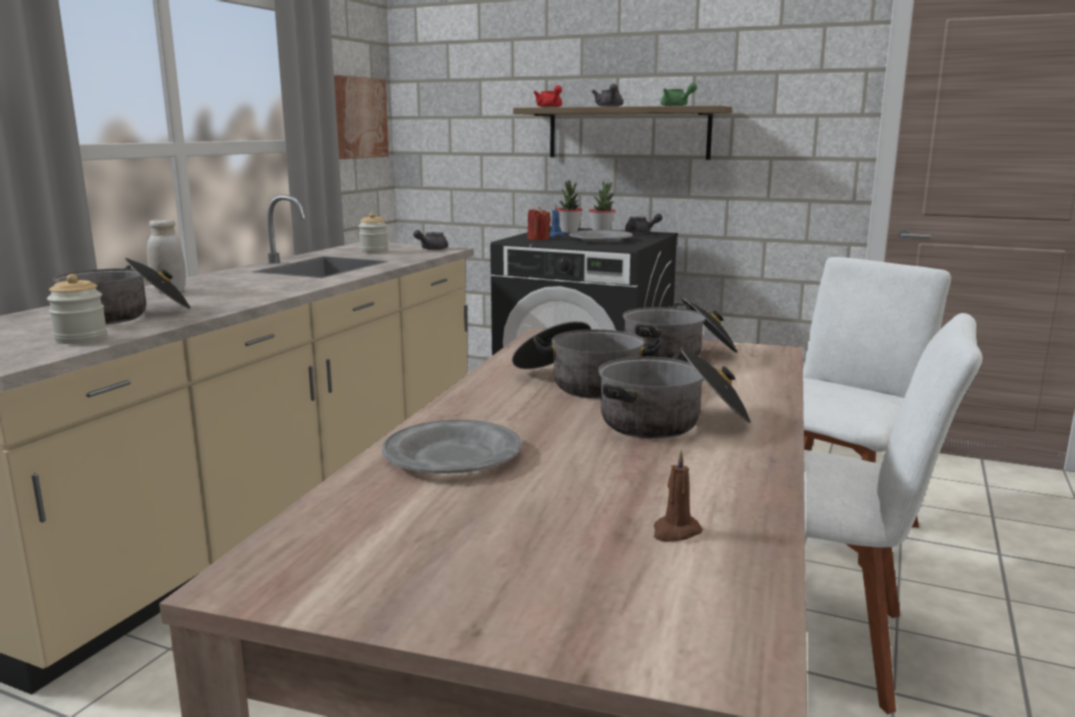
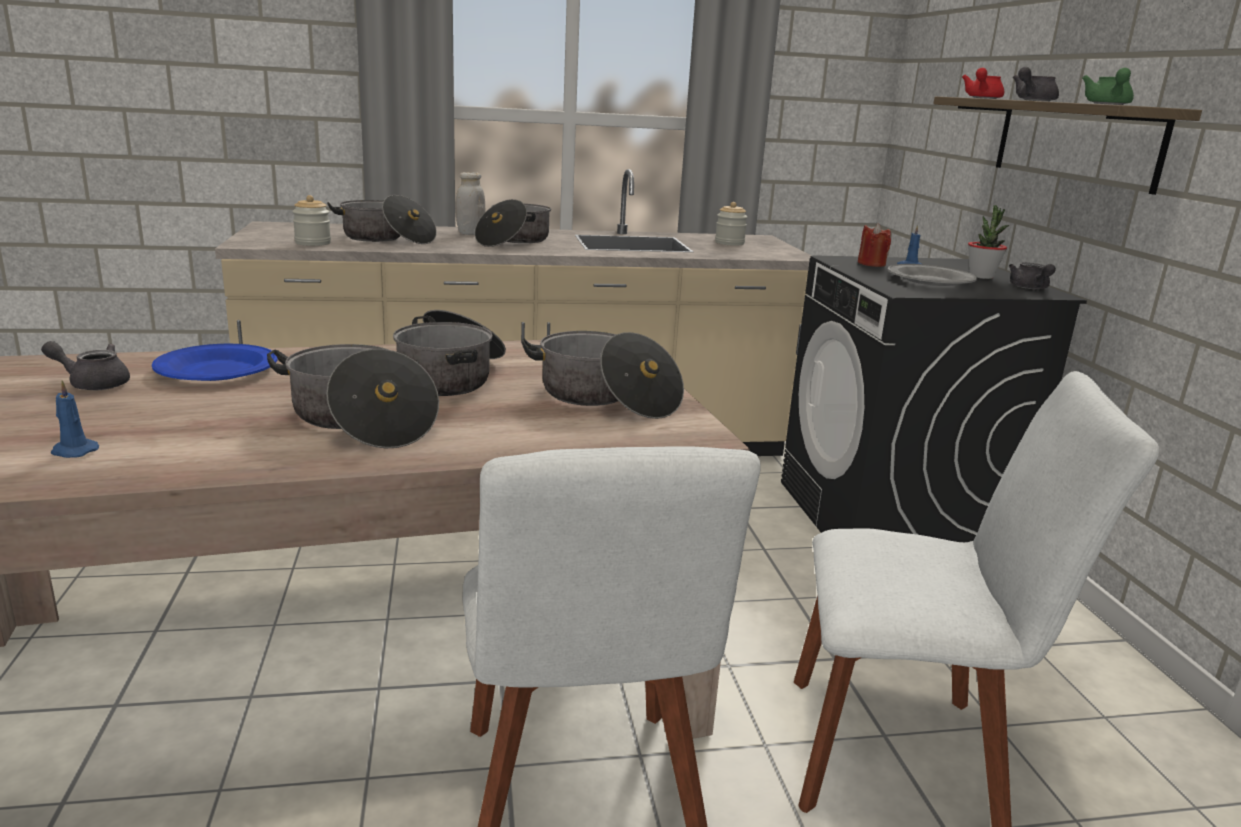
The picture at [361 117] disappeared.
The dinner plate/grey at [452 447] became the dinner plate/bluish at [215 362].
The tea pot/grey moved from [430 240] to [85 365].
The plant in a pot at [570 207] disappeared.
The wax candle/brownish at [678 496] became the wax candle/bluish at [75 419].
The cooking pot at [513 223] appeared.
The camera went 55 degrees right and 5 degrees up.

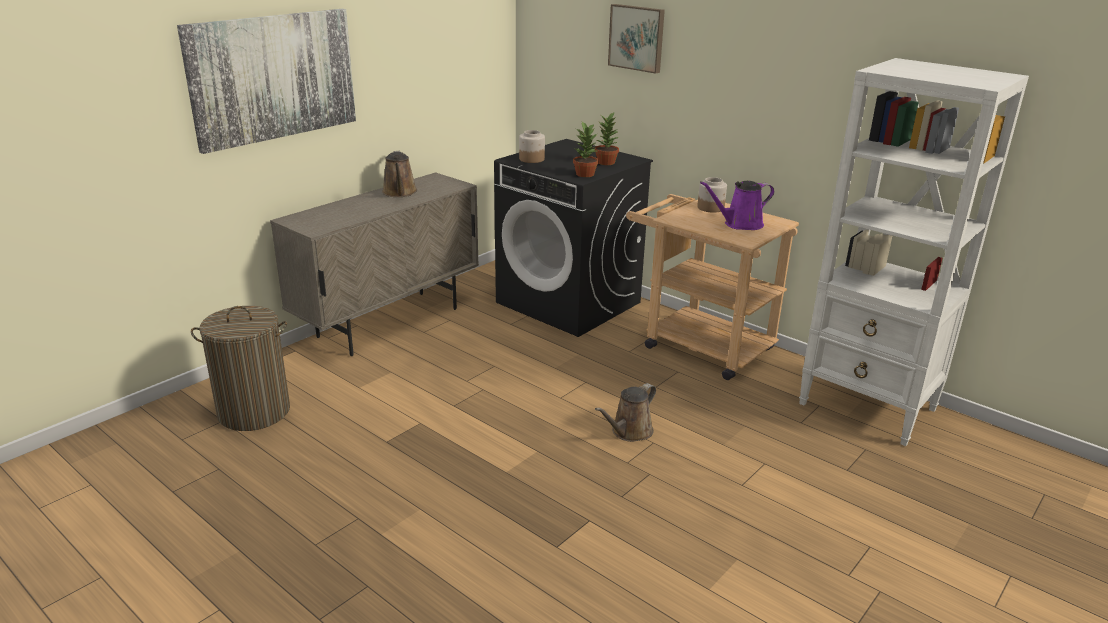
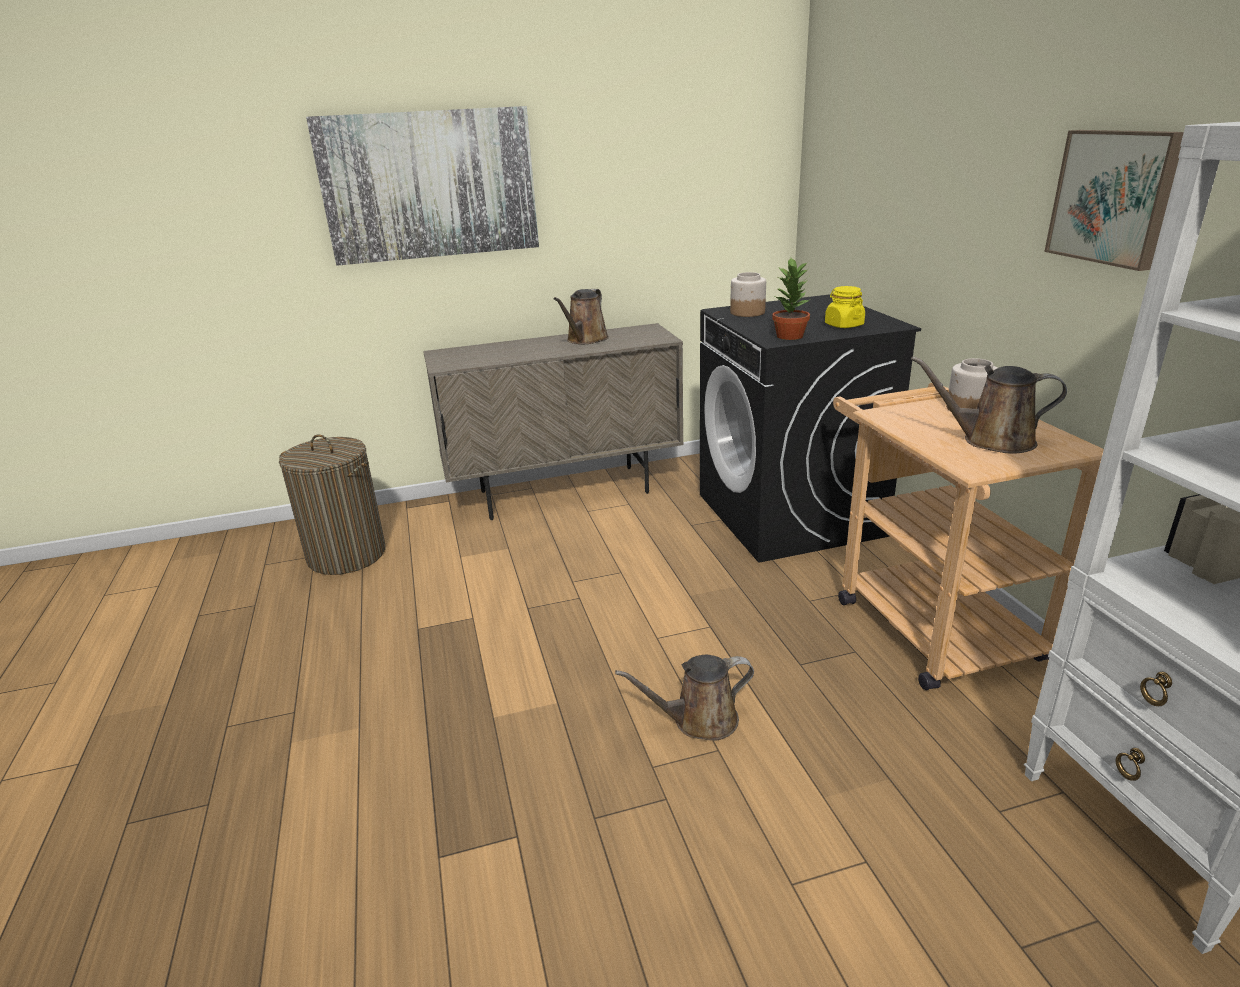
The plant in a pot at [607 139] was replaced by the preserve jar/yellow-coloured at [845 307].
The picture moved from [636 39] to [1114 200].
The watering can/purple at [737 205] became the watering can/brownish at [989 405].
The camera went 35 degrees right and 0 degrees up.

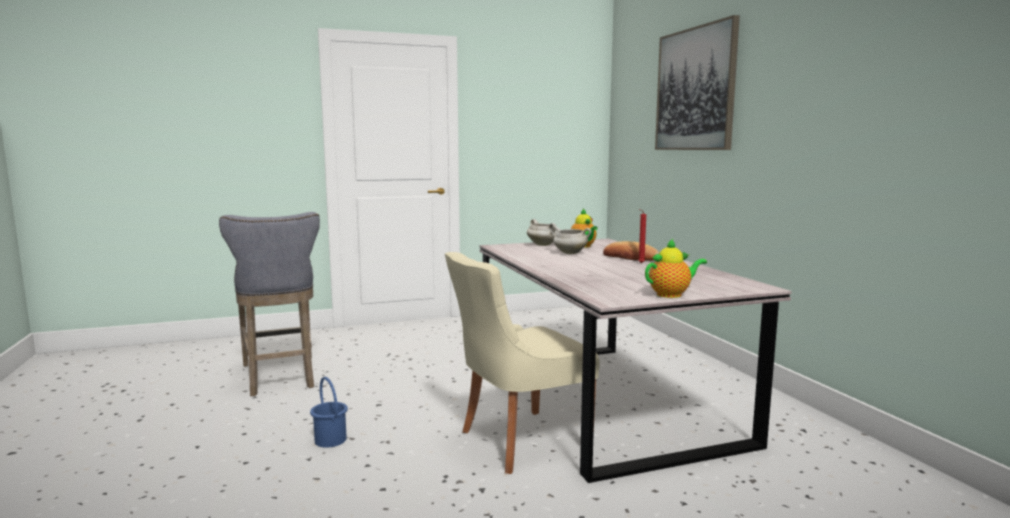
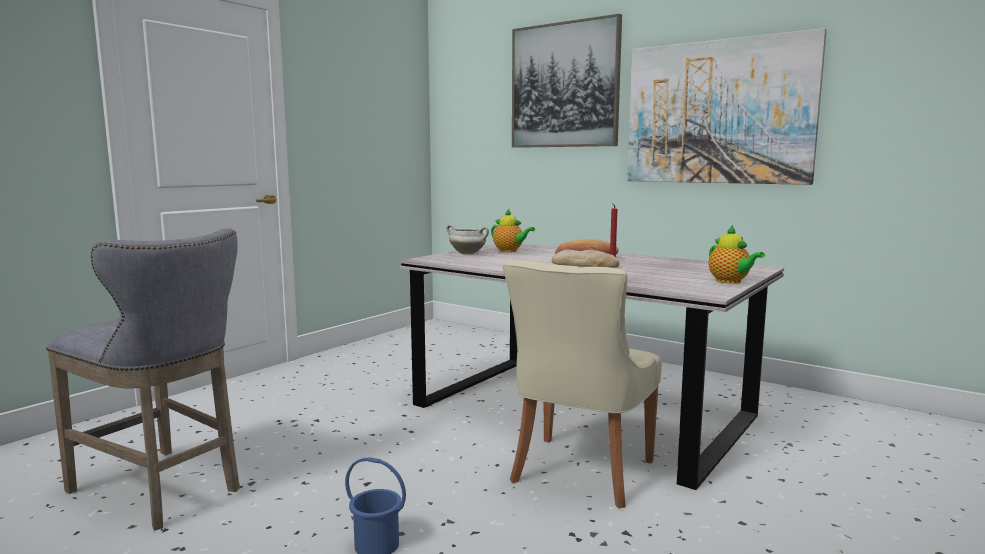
The cooking pot/whitish at [571 240] disappeared.
The tea pot at [676 268] turned 120 degrees clockwise.
The bread at [585 259] appeared.
The picture at [727 106] appeared.
The camera went 35 degrees left and 0 degrees up.

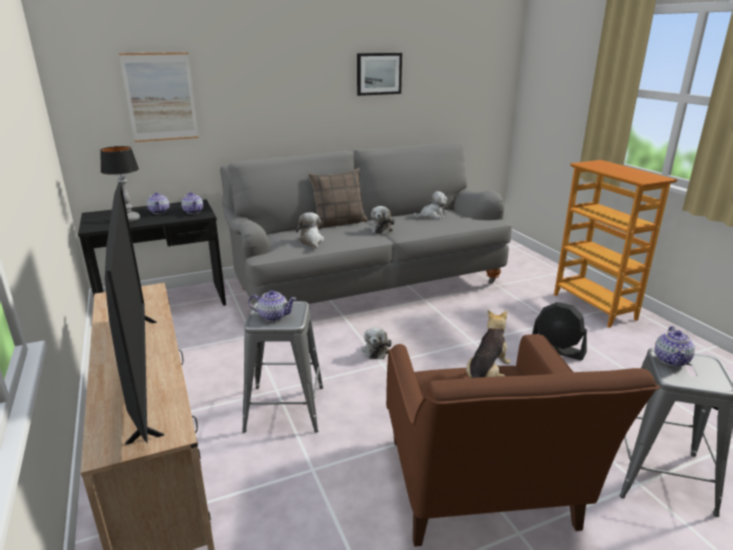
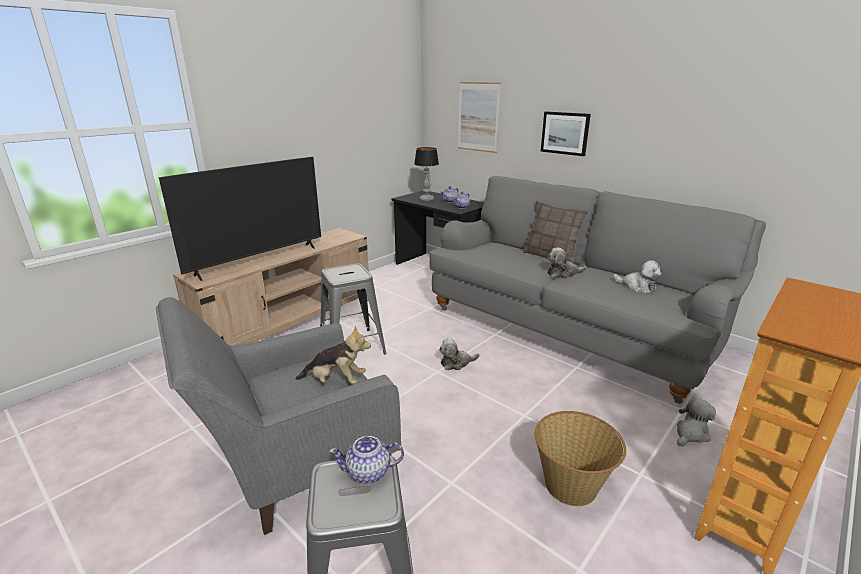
The tea pot at [272 305] disappeared.
The plush toy moved from [310 230] to [696 422].
The picture moved from [379 74] to [566 133].
The armchair/brownish at [523 440] became the armchair/grey at [278 416].
The cooling fan/blackish at [559 331] was replaced by the household basket at [580 458].
The camera went 65 degrees right and 0 degrees up.

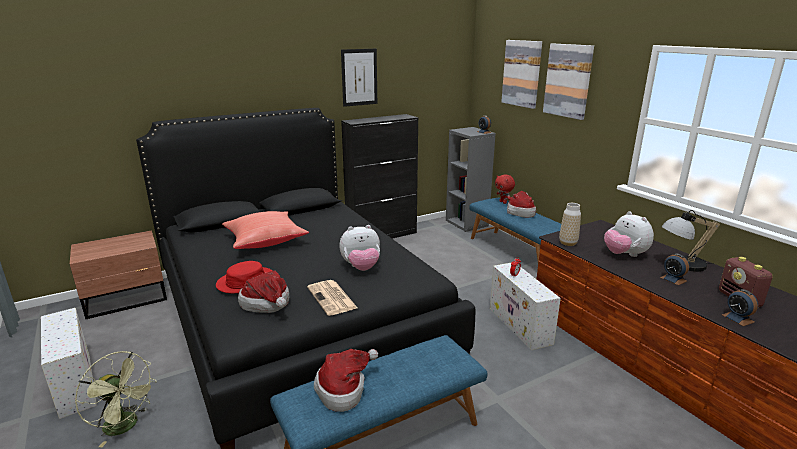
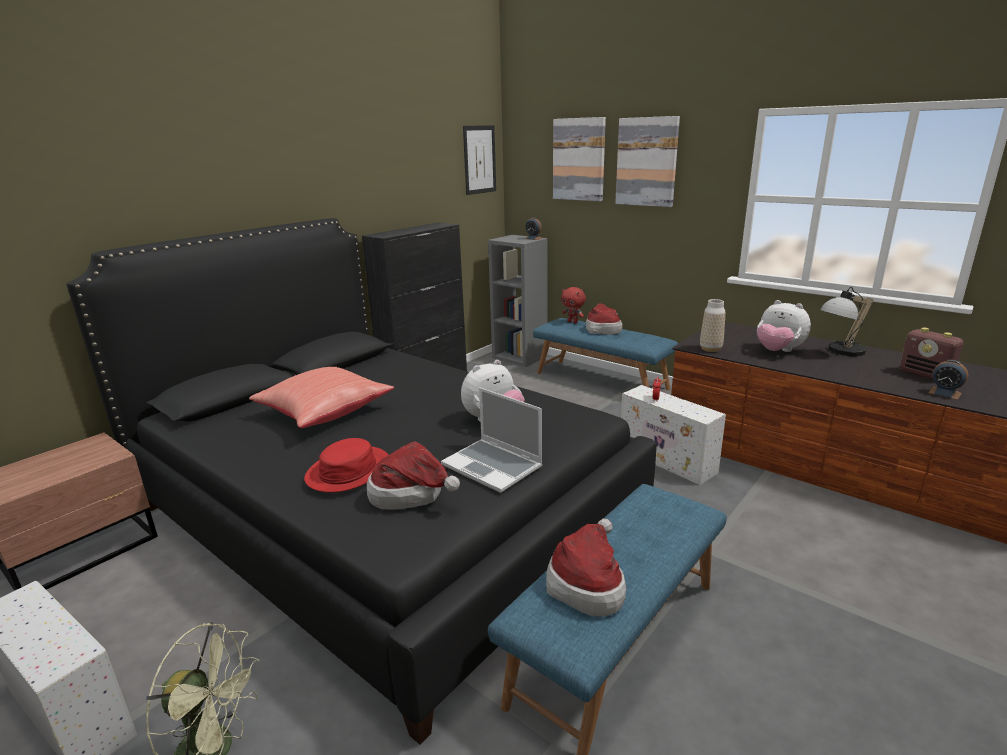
The newspaper at [332 298] was replaced by the laptop at [491 440].
The picture moved from [359 78] to [479 160].
The bedside clock at [674 269] disappeared.
The camera went 20 degrees left and 0 degrees up.

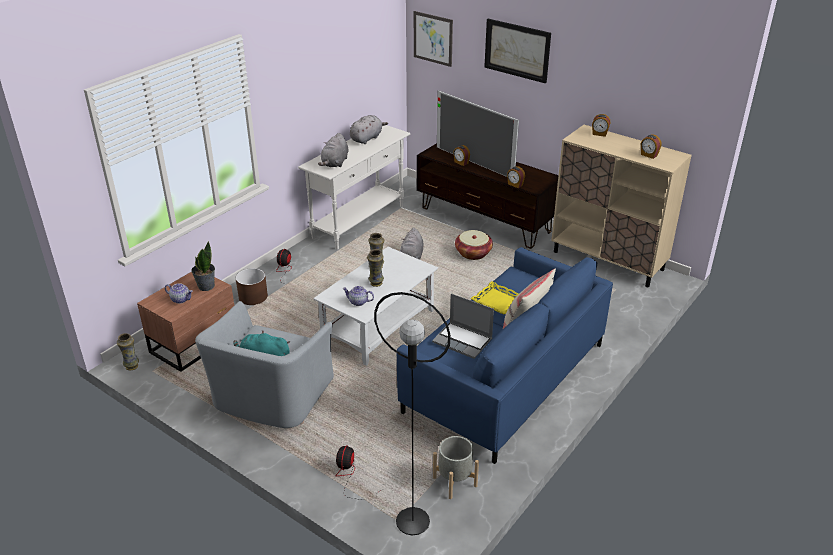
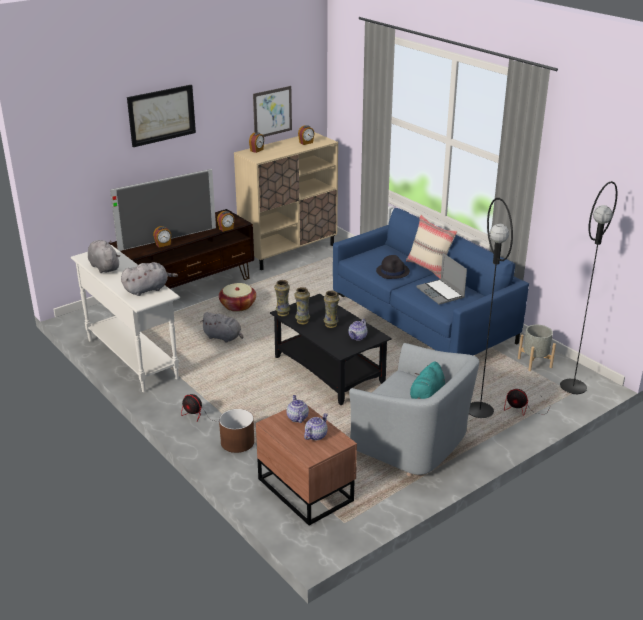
The decorative vase moved from [128 351] to [282 298].
The plant in a pot at [203 266] was replaced by the tea pot at [297 409].
The low table/whitish at [375 306] became the low table/blackish at [330 349].
The plush toy/grey at [333 150] turned 60 degrees counterclockwise.
The picture moved from [433 39] to [272 111].
The laptop at [463 326] turned 105 degrees clockwise.
The carrying tray/yellow-coloured at [494 297] was replaced by the clothing hat/blackish at [393 267].
The standing lamp/blackish at [491 308] appeared.
The camera went 75 degrees left and 5 degrees down.

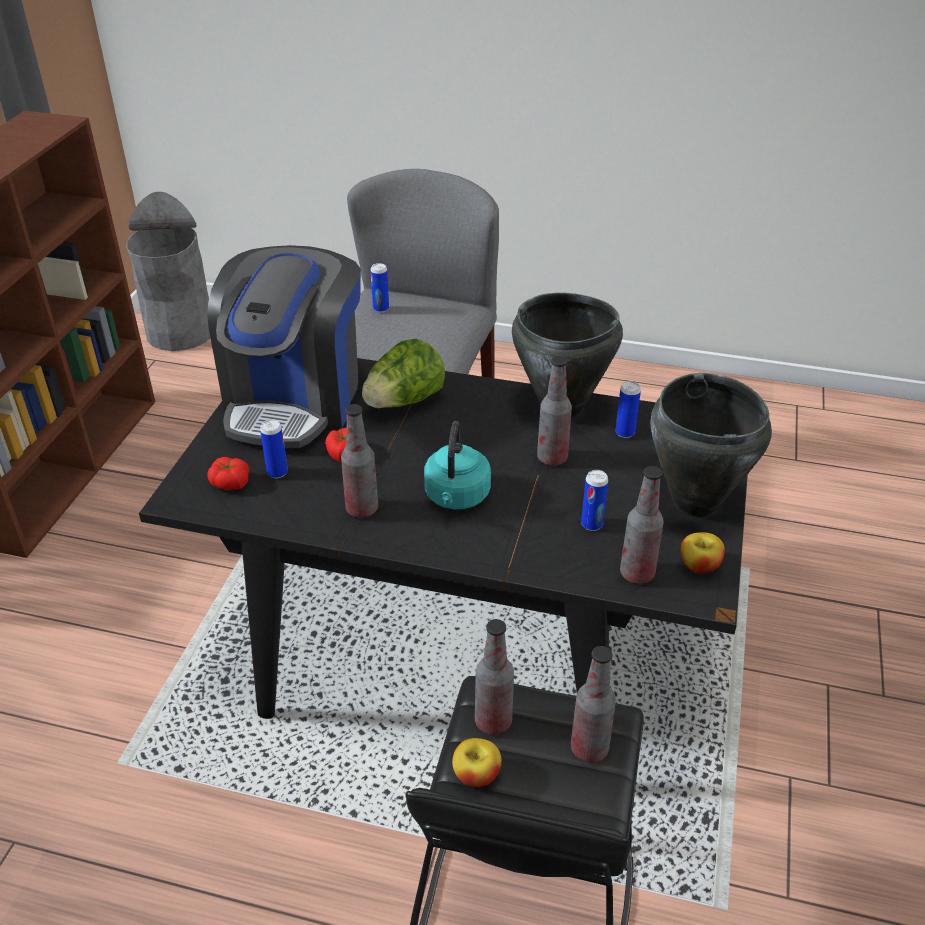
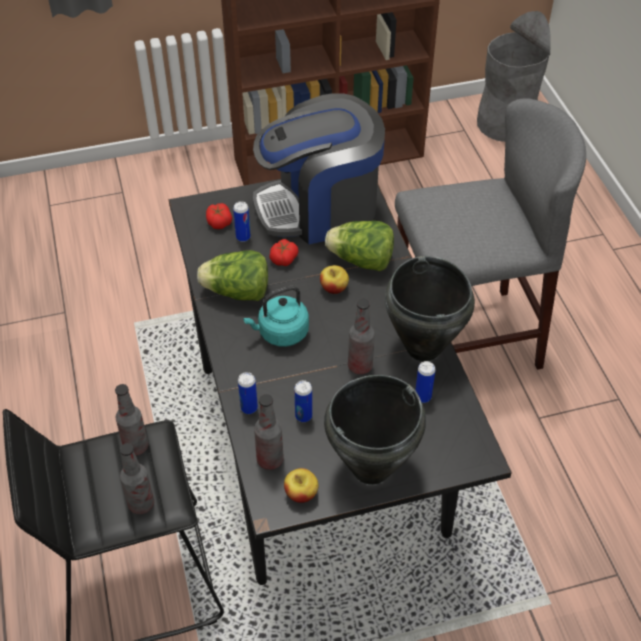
The bottle at [359 461] was replaced by the lettuce at [232 275].
The metal can moved from [379 288] to [248 393].
The apple fruit moved from [477 762] to [334 279].
The camera went 60 degrees right and 10 degrees up.

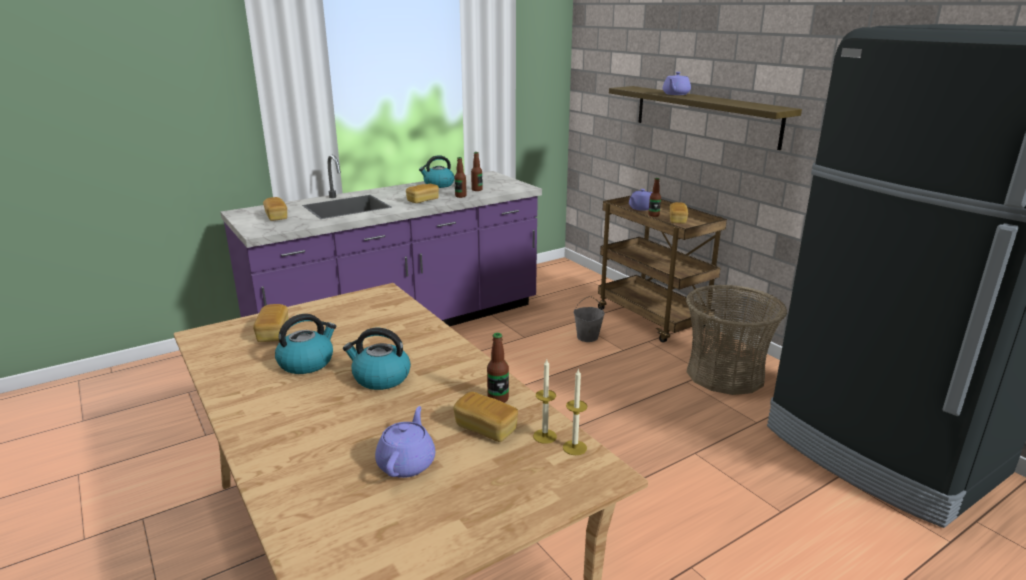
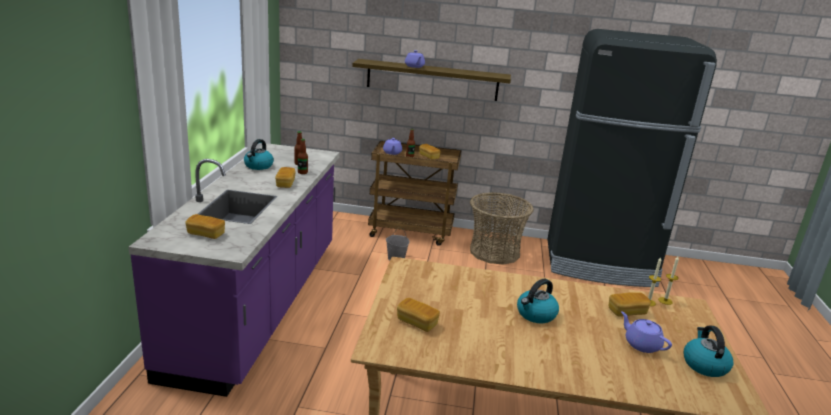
The kettle moved from [305 344] to [708 351].
The bottle at [498 368] disappeared.
The camera went 50 degrees left and 0 degrees up.

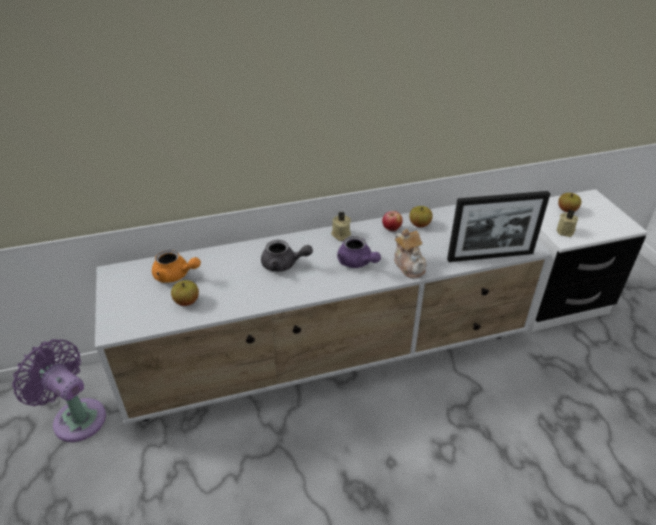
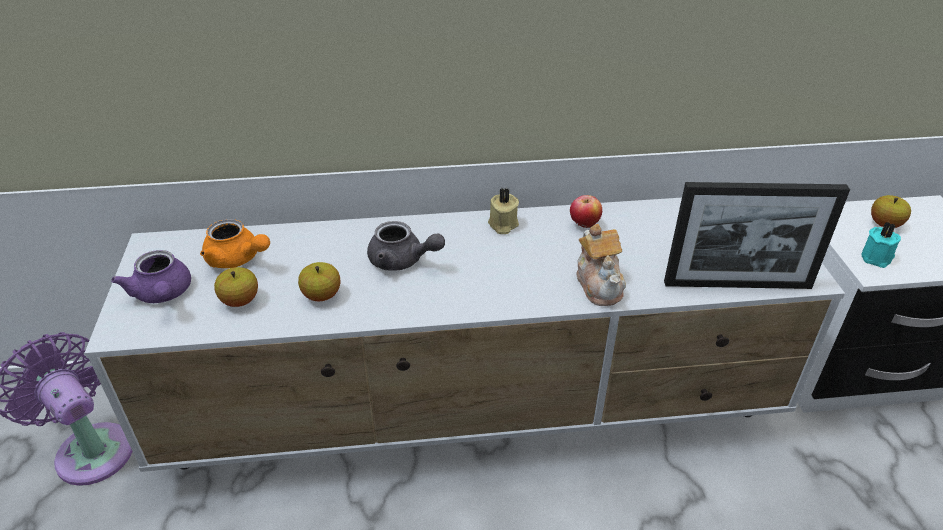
The tea pot/purple moved from [359 252] to [151 276].
The apple fruit moved from [421 216] to [319 281].
The wax candle/beige-coloured at [567 223] became the wax candle/turquoise-coloured at [881 245].
The camera went 10 degrees right and 0 degrees up.

